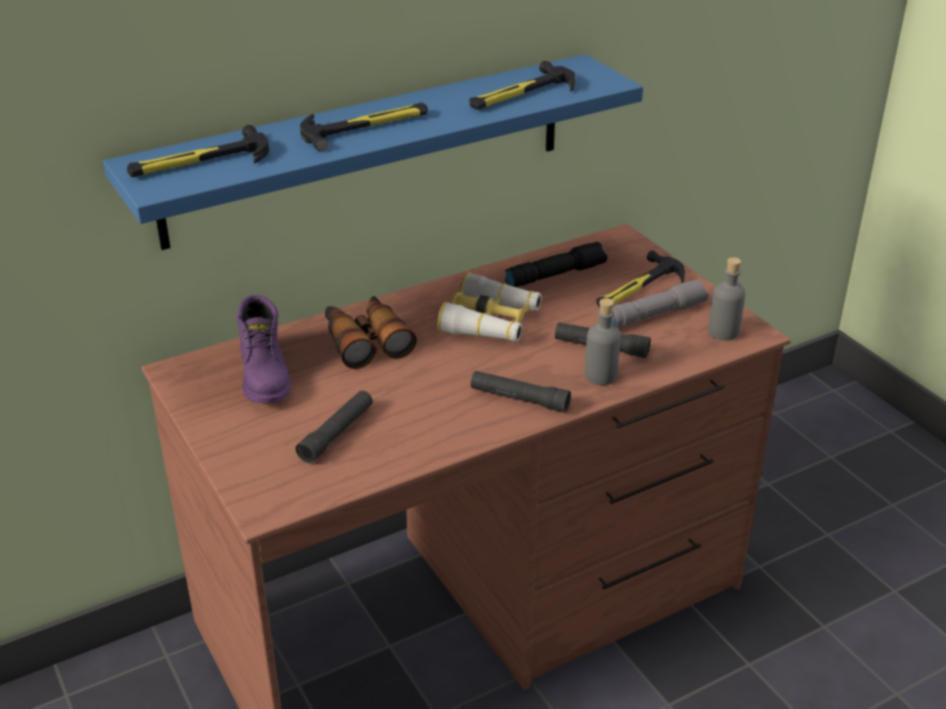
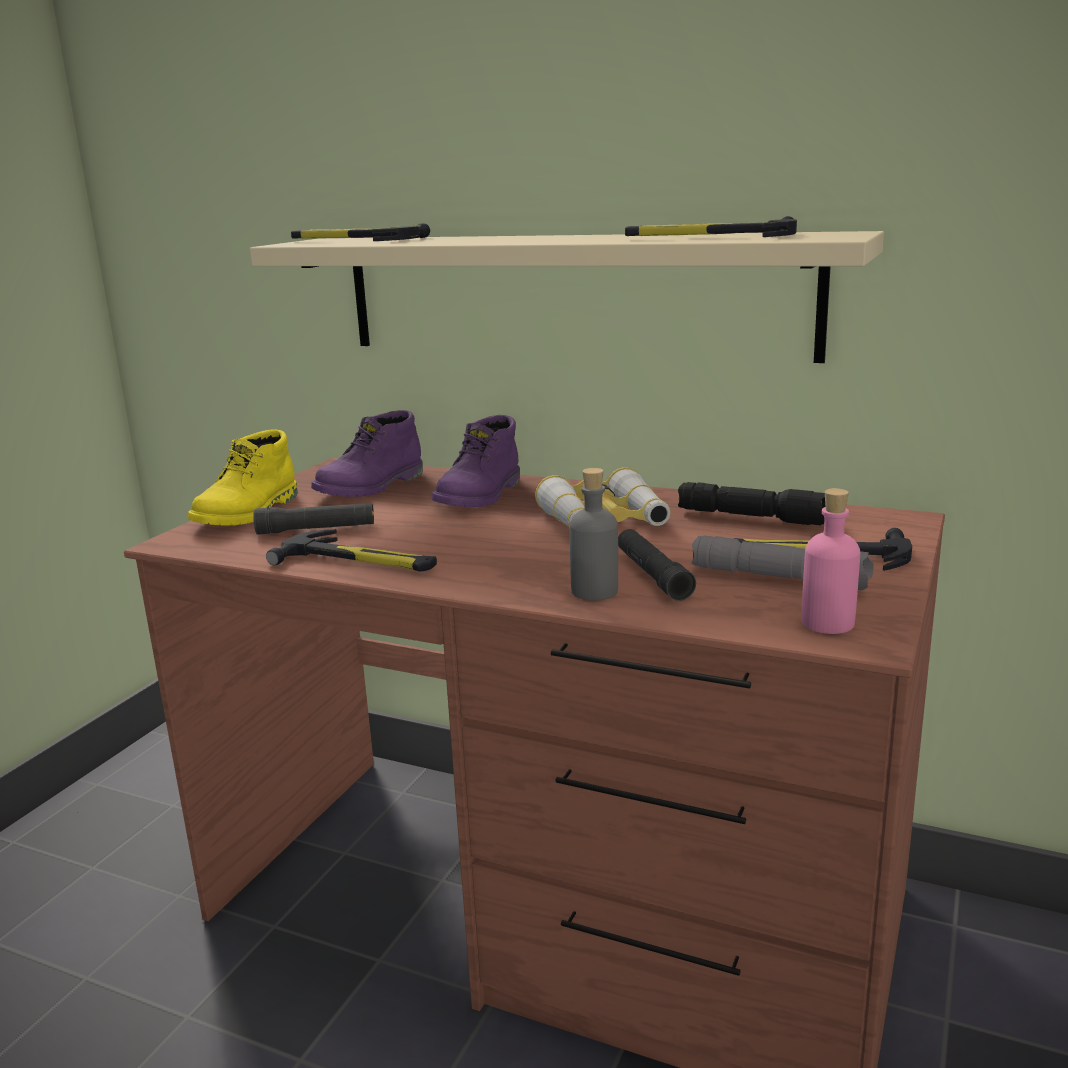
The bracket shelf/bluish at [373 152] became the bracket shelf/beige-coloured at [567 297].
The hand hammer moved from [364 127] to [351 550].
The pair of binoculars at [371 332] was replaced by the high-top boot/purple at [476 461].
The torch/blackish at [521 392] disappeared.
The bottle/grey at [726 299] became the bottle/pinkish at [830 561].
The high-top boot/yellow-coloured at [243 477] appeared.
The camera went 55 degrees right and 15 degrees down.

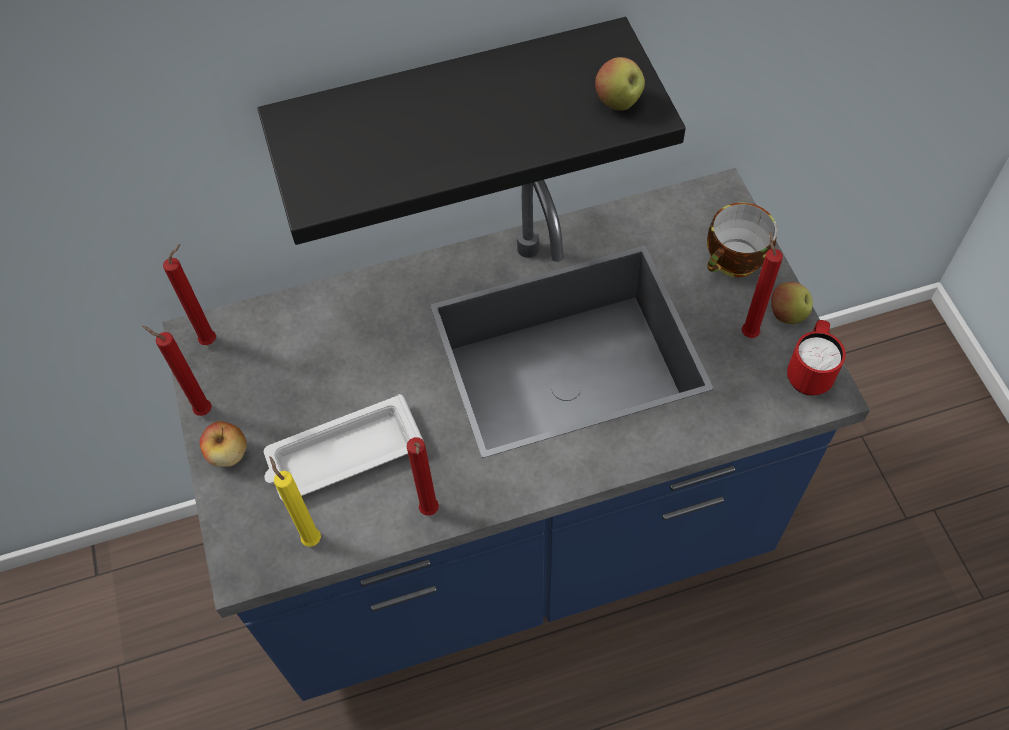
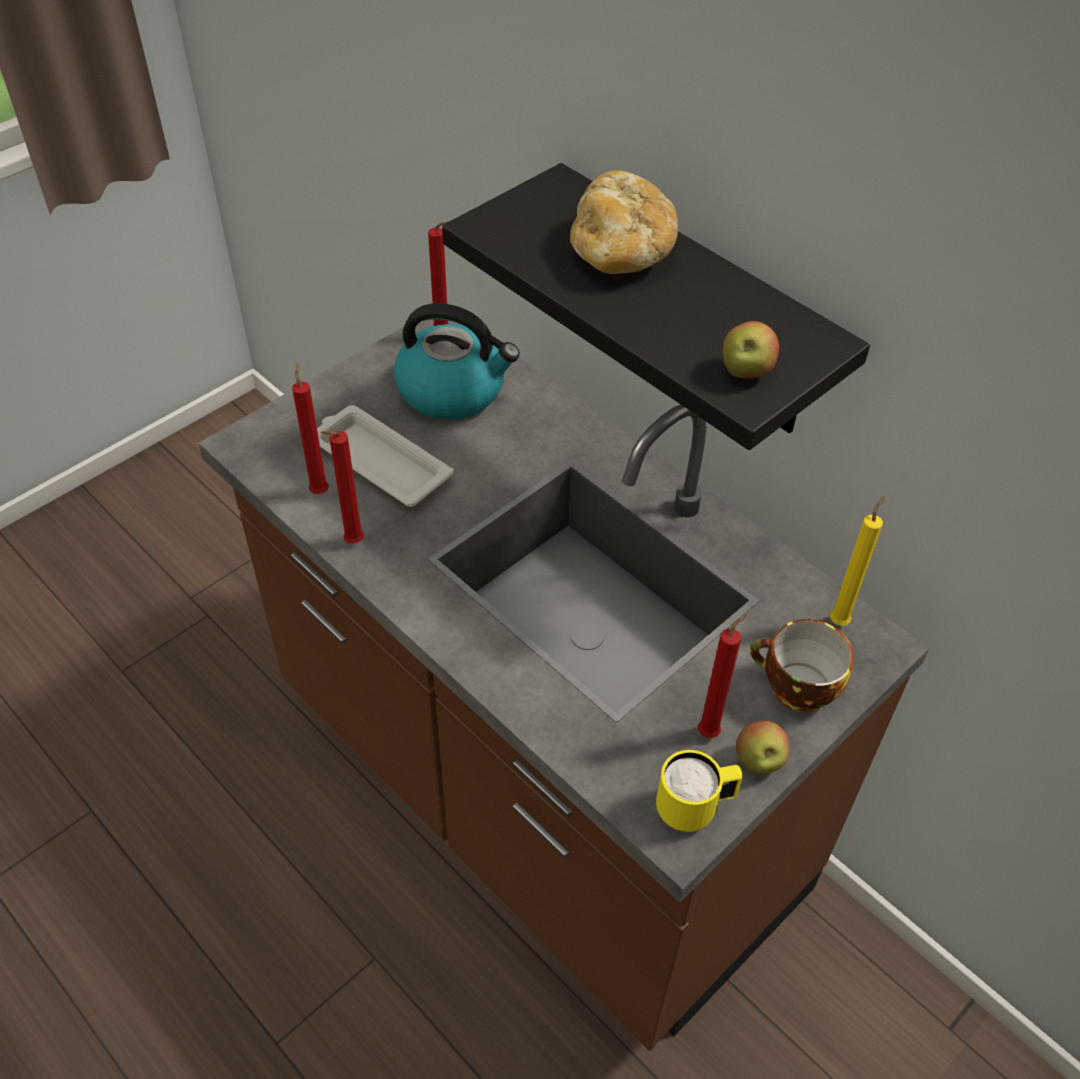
The wax candle/red-coloured moved from [177 371] to [310 428].
The kitchen counter/bluish at [516 434] became the kitchen counter/brownish at [563 685].
The apple fruit at [223 444] disappeared.
The wax candle/yellow-coloured moved from [295 501] to [857 561].
The mug/red-coloured at [816 358] became the mug/yellow-coloured at [699 791].
The kettle at [457 361] appeared.
The bread at [624 222] appeared.
The camera went 60 degrees right and 10 degrees down.

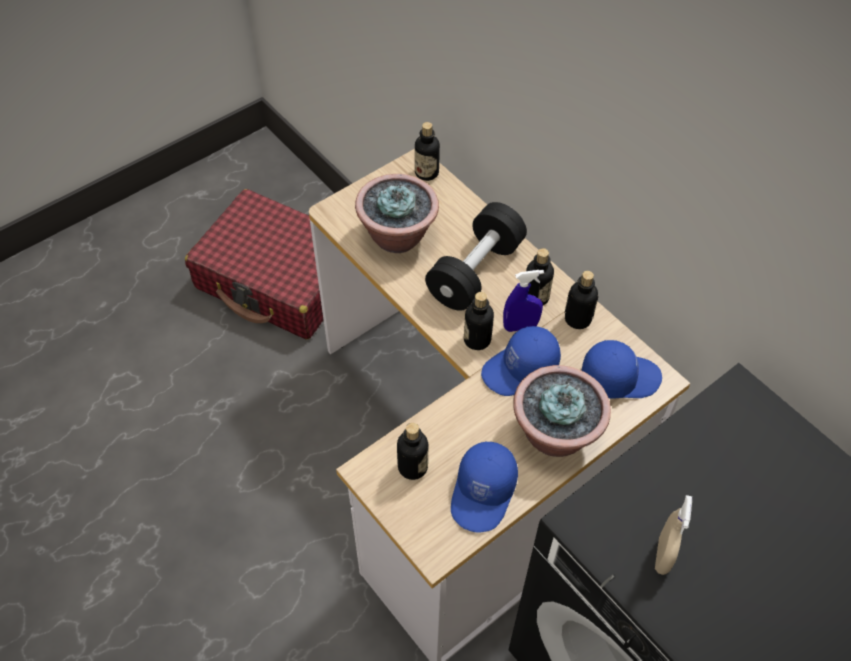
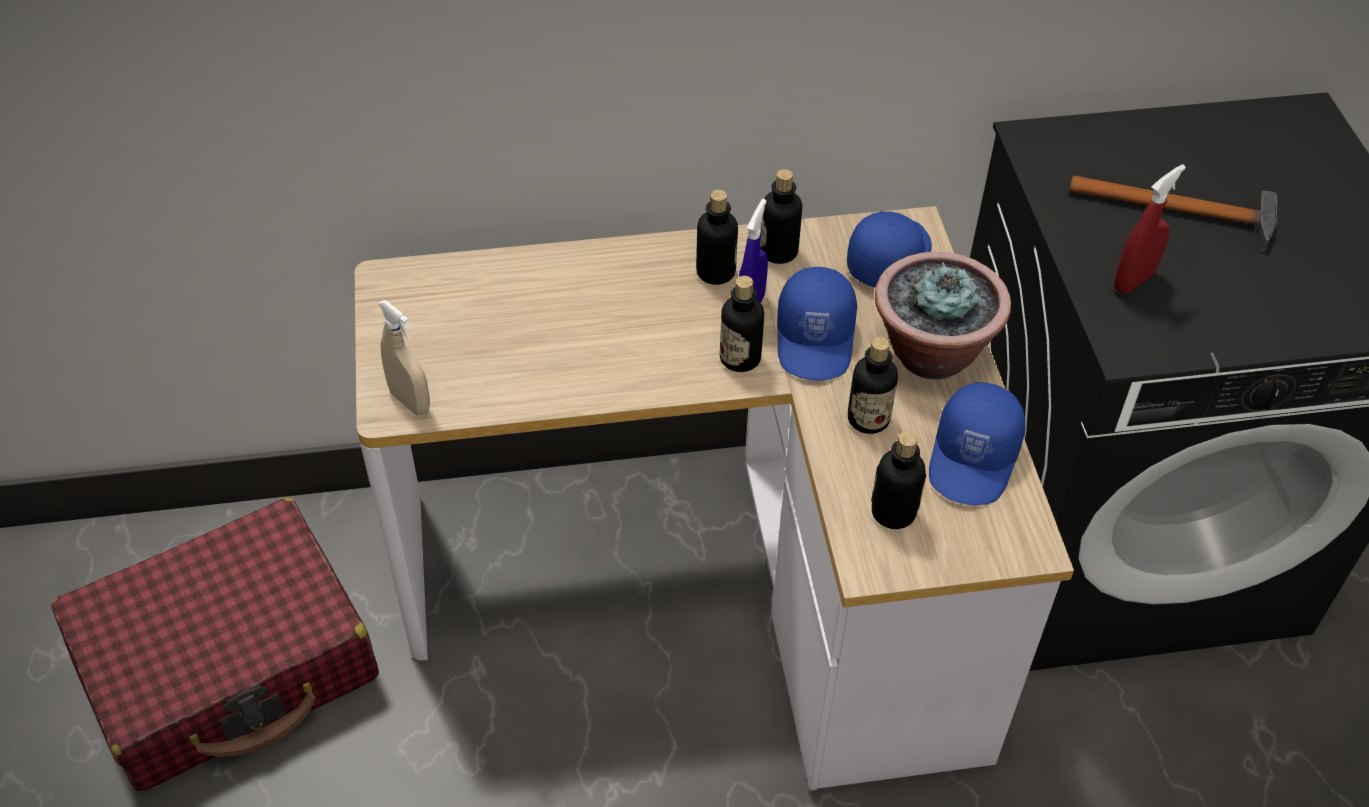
The plant in a pot at [397 213] disappeared.
The bottle moved from [427 151] to [873 385].
The hand weight/blackish at [476 256] disappeared.
The cap/bluish at [484 487] turned 60 degrees clockwise.
The sprayer/beige-coloured moved from [673 535] to [404 357].
The hand hammer at [1173 213] appeared.
The sprayer/red-coloured at [1150 228] appeared.
The camera went 60 degrees left and 5 degrees down.

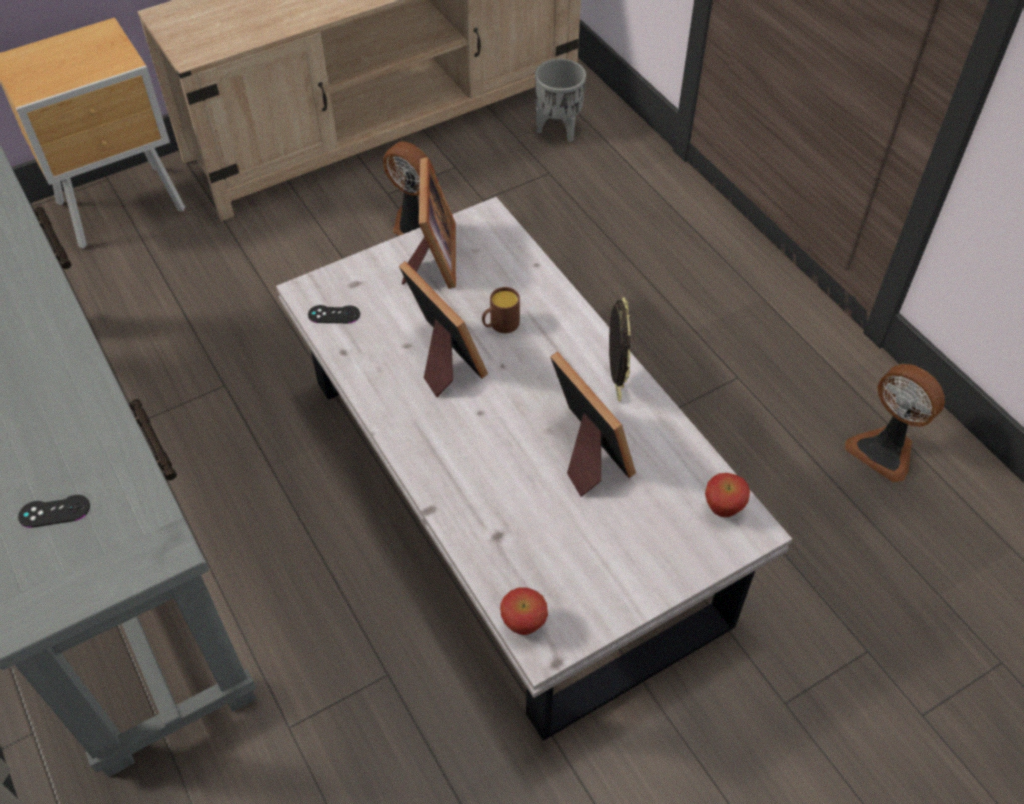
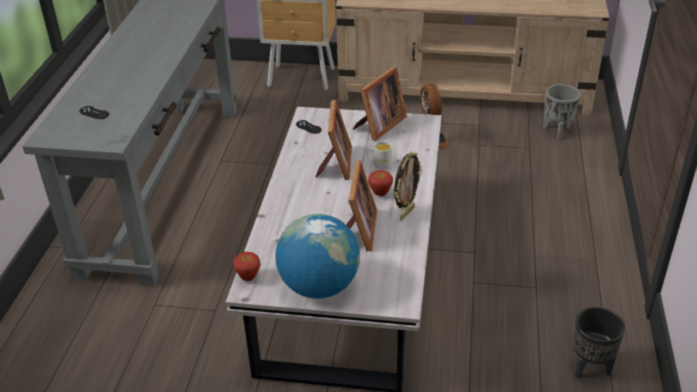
The mug/brownish at [501 310] became the mug/whitish at [379 155].
The apple fruit moved from [727 495] to [380 183].
The cooling fan at [895 423] was replaced by the plant pot/blackish at [599 342].
The globe at [317 256] appeared.
The camera went 40 degrees right and 15 degrees down.

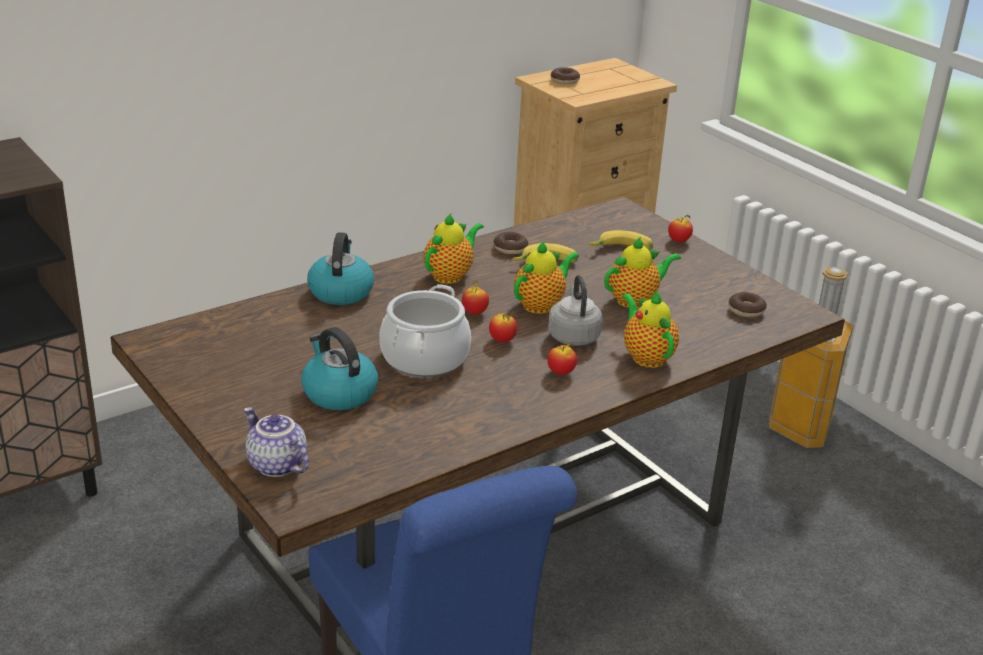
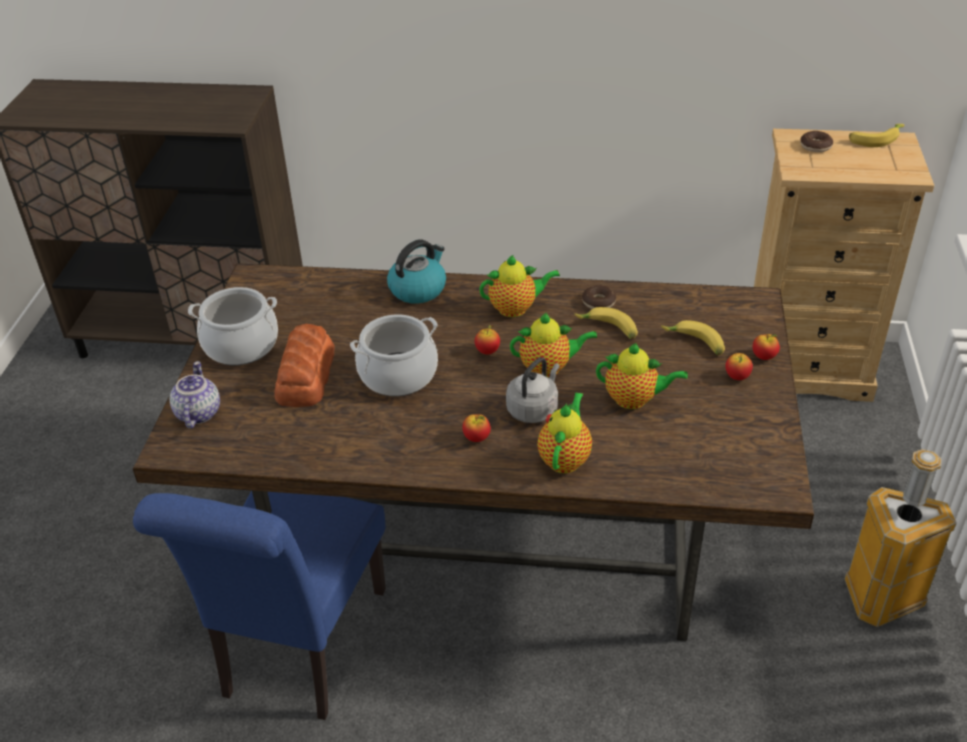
The kettle at [339 368] was replaced by the bread at [304 365].
The apple fruit moved from [503 328] to [739 366].
The donut at [747 304] disappeared.
The cooking pot at [233 326] appeared.
The banana at [876 135] appeared.
The camera went 45 degrees right and 10 degrees up.

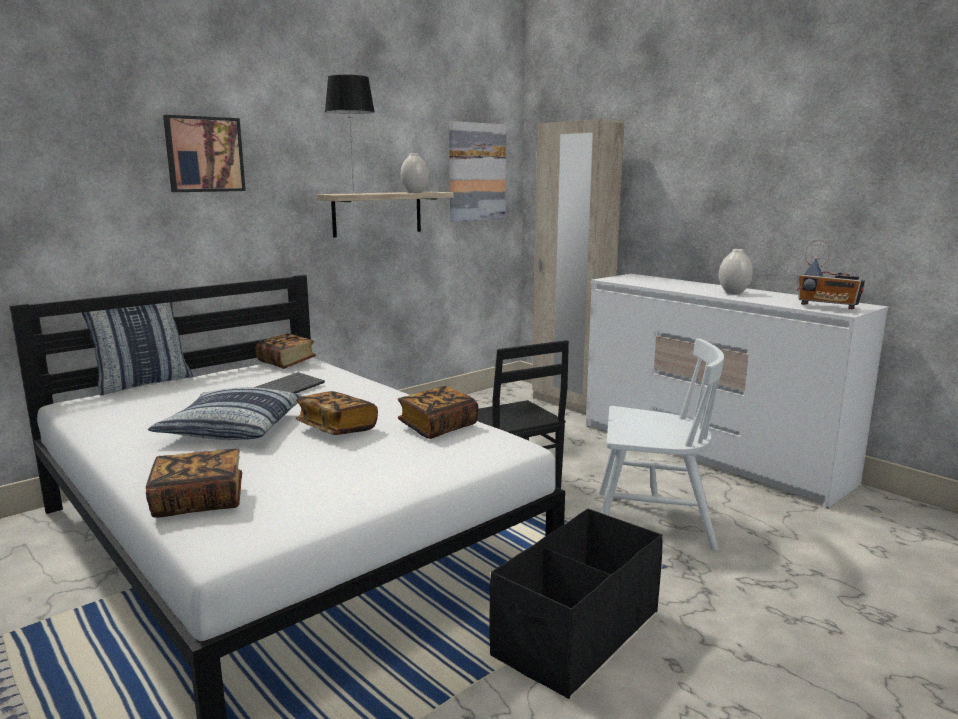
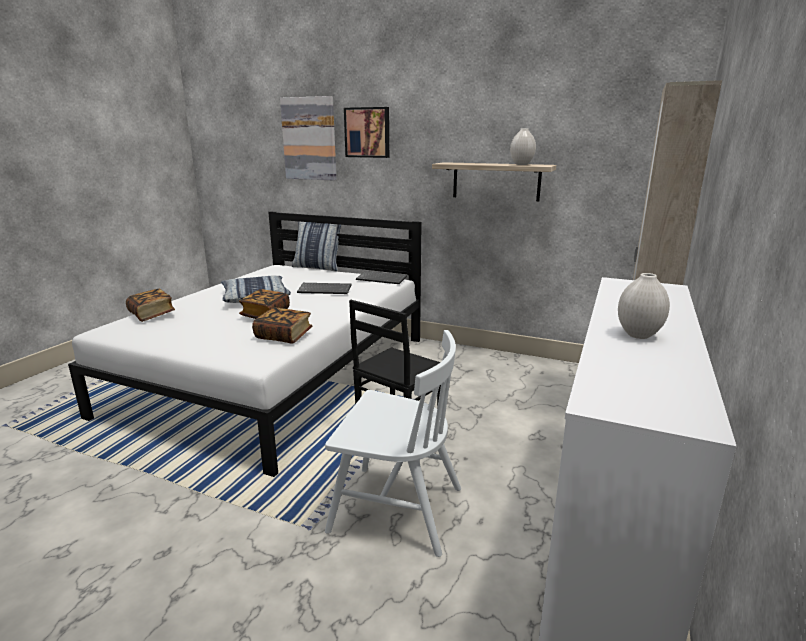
The book at [285 351] was replaced by the keyboard at [381 277].
The table lamp at [350 134] disappeared.
The picture moved from [477 171] to [308 138].
The storage bin/blackish at [575 604] disappeared.
The plain chair/whitish at [661 444] turned 60 degrees counterclockwise.
The radio receiver at [831 274] disappeared.
The camera went 65 degrees right and 5 degrees up.

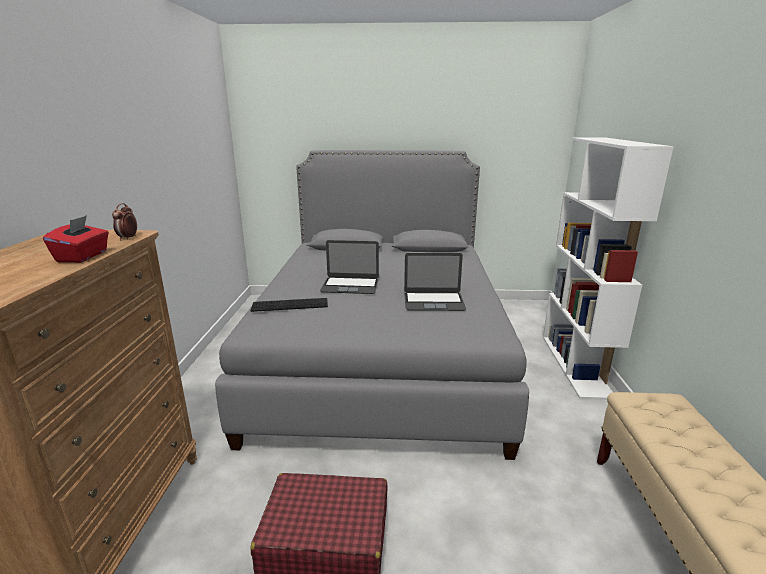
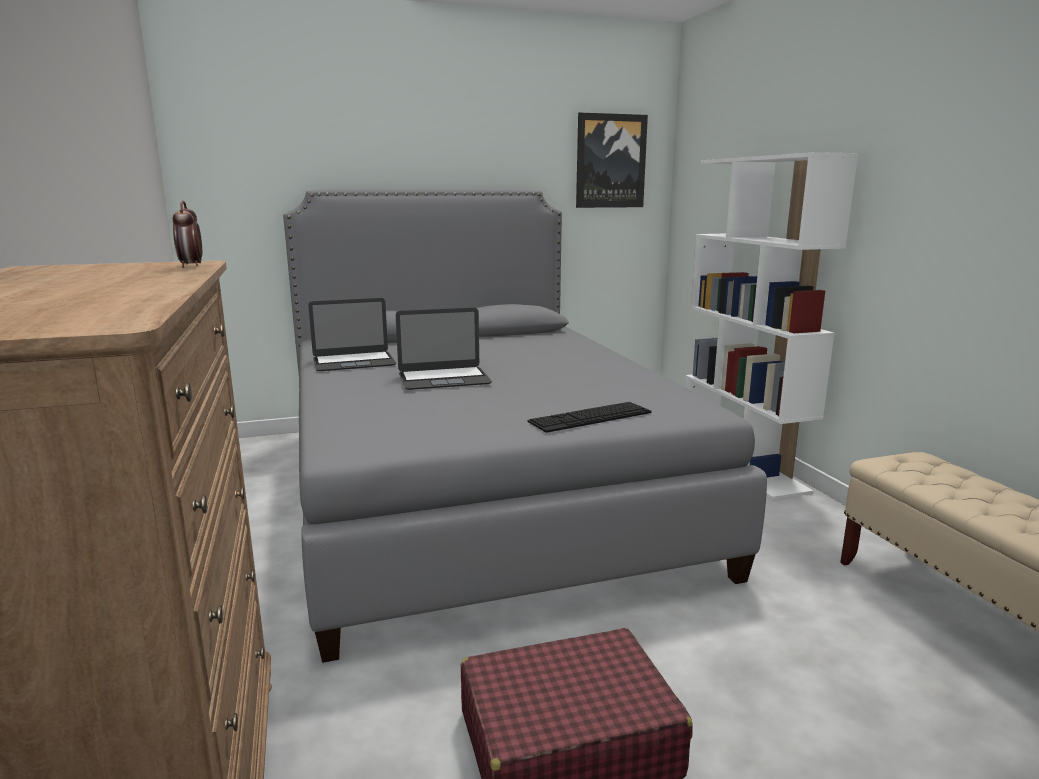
The tissue holder/red-coloured at [76 239] disappeared.
The keyboard moved from [289 305] to [589 417].
The laptop moved from [435 282] to [352 334].
The picture at [612 160] appeared.
The camera went 20 degrees left and 5 degrees down.

